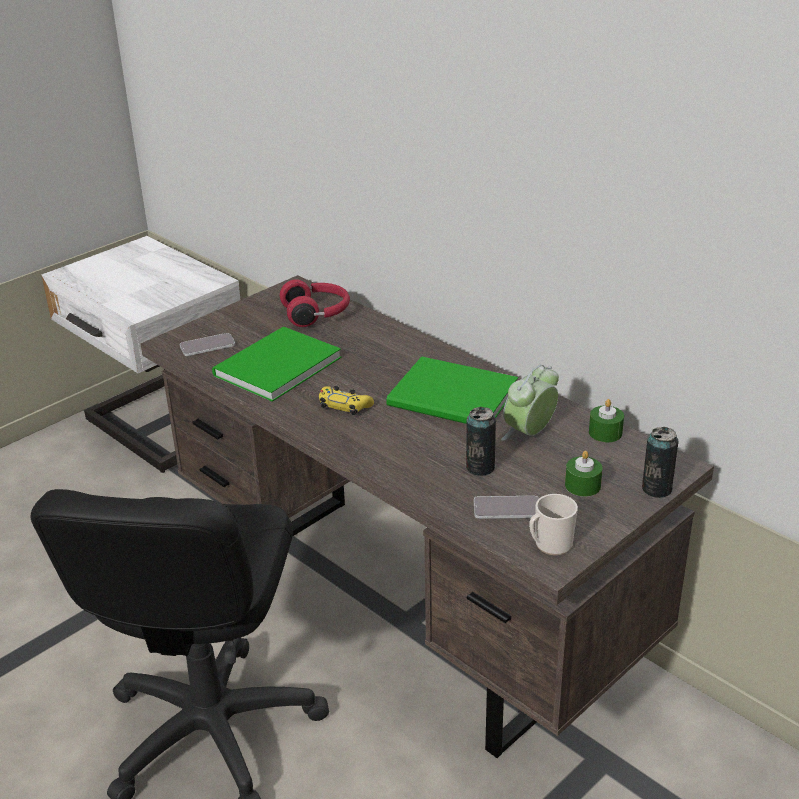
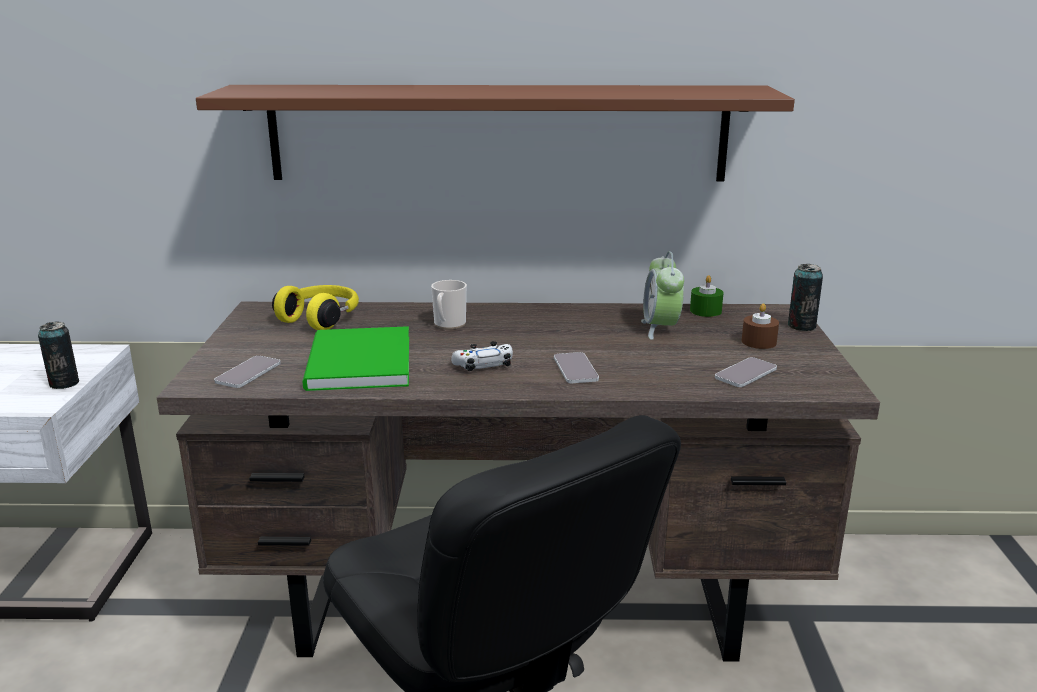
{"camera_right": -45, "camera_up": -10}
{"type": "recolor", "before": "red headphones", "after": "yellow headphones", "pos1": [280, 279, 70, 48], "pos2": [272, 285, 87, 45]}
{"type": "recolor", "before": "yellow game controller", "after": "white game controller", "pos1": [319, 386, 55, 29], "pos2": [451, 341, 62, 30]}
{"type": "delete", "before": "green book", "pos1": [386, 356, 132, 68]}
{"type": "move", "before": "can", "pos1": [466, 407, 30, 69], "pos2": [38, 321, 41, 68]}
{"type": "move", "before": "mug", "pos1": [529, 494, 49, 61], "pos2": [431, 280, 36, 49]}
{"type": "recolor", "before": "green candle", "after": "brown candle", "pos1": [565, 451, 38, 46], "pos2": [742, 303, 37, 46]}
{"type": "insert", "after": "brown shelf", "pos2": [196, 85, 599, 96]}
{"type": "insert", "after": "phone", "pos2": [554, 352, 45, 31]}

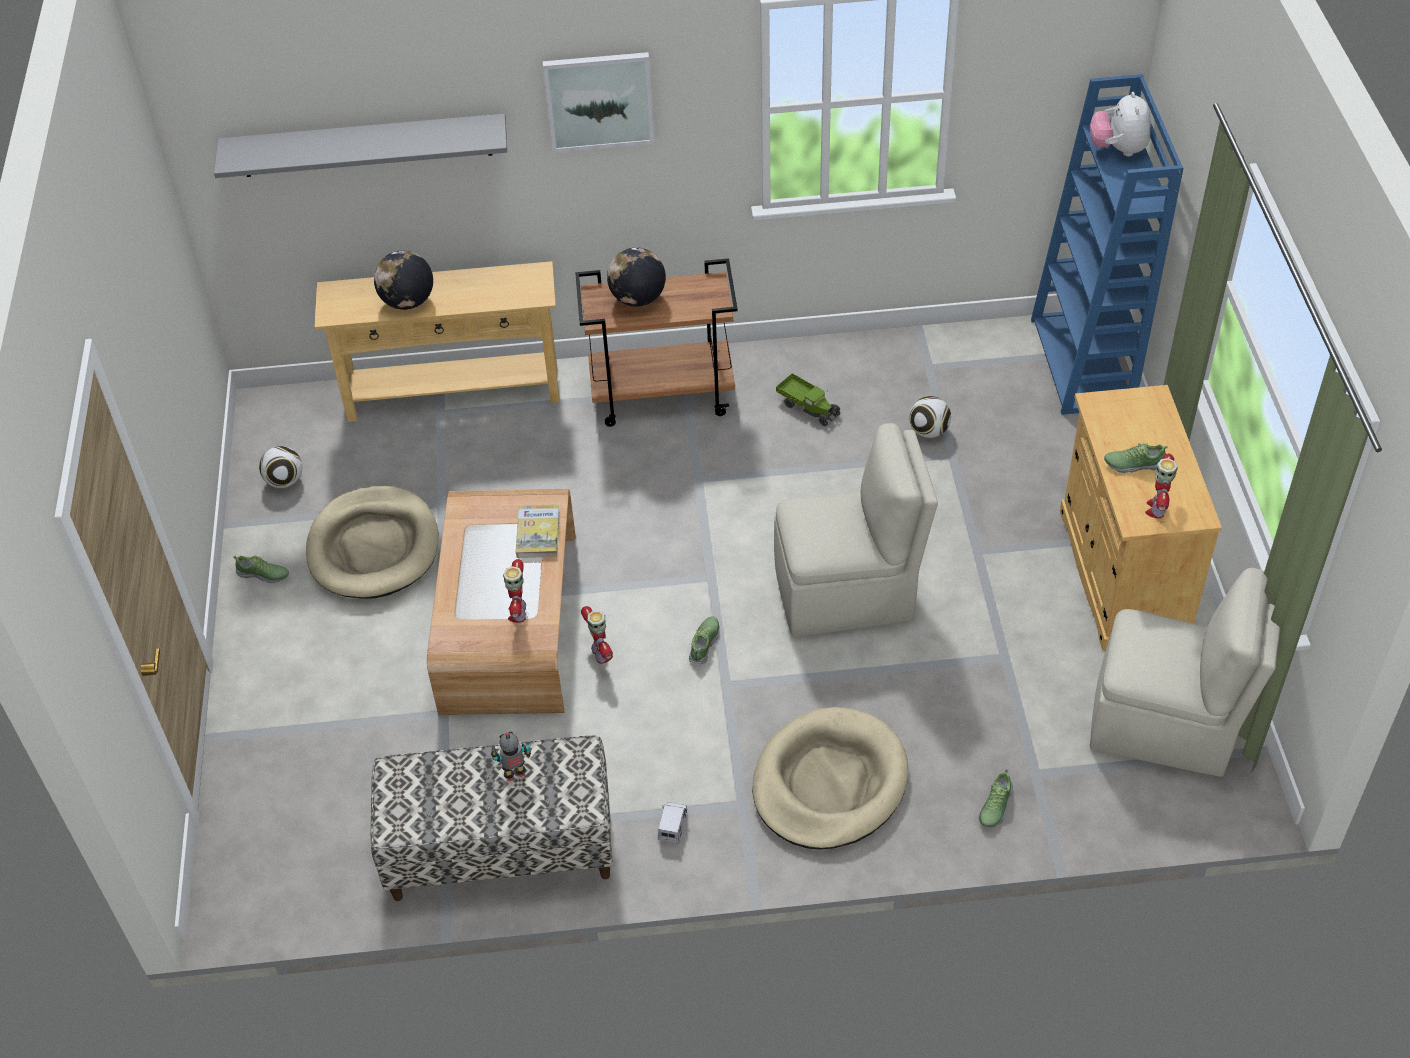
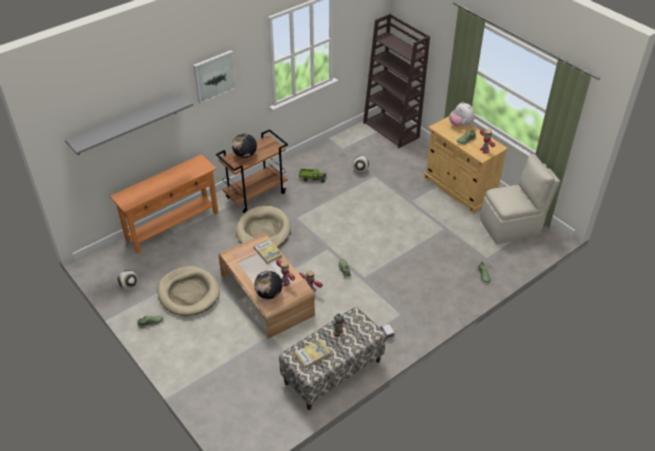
{"camera_right": -35, "camera_up": -5}
{"type": "recolor", "before": "beige console table", "after": "orange console table", "pos1": [314, 261, 246, 161], "pos2": [110, 154, 108, 100]}
{"type": "move", "before": "globe", "pos1": [374, 251, 59, 59], "pos2": [254, 271, 29, 28]}
{"type": "move", "before": "beige dog bed", "pos1": [752, 707, 156, 142], "pos2": [236, 206, 55, 42]}
{"type": "delete", "before": "beige chair", "pos1": [774, 423, 164, 214]}
{"type": "recolor", "before": "blue bookcase", "after": "brown bookcase", "pos1": [1031, 74, 153, 341], "pos2": [363, 14, 67, 134]}
{"type": "move", "before": "plush toy", "pos1": [1090, 92, 61, 64], "pos2": [449, 102, 26, 24]}
{"type": "insert", "after": "book", "pos2": [294, 339, 37, 30]}

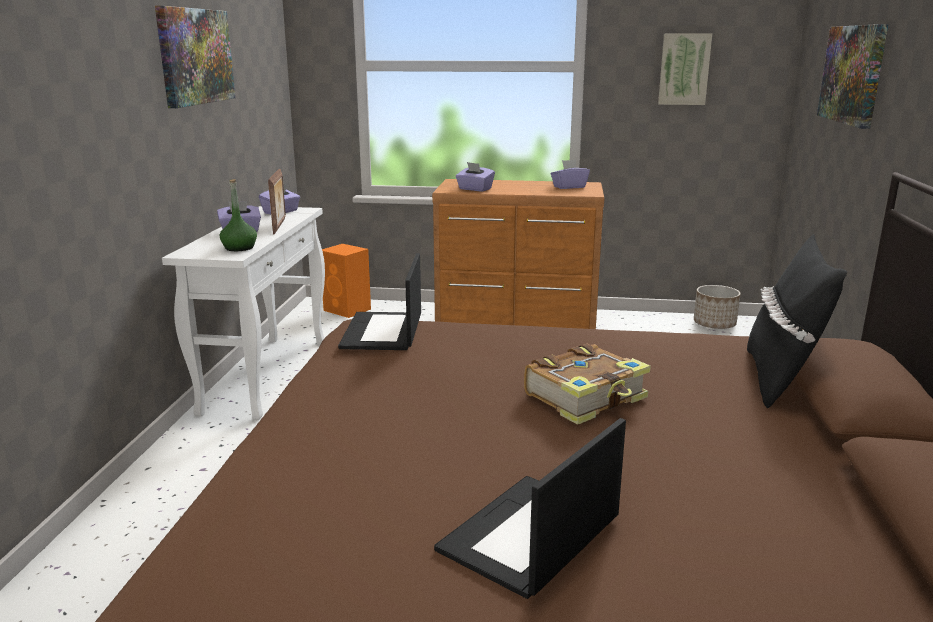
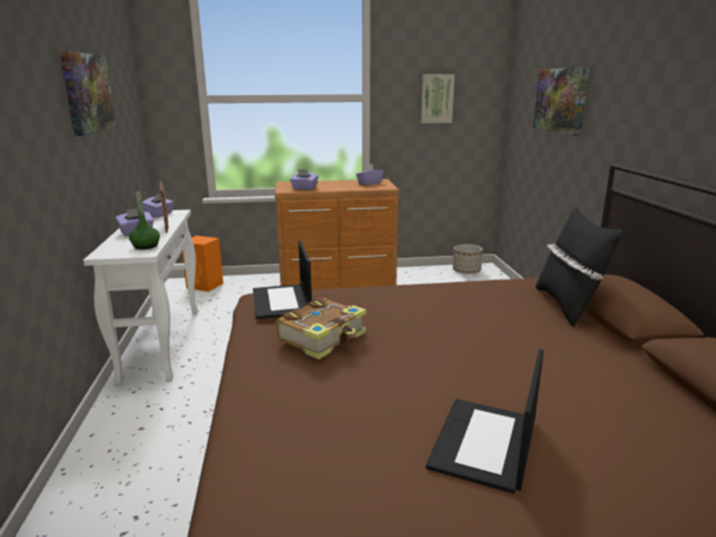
{"camera_right": -15, "camera_up": 0}
{"type": "move", "before": "book", "pos1": [524, 344, 127, 81], "pos2": [276, 298, 90, 61]}

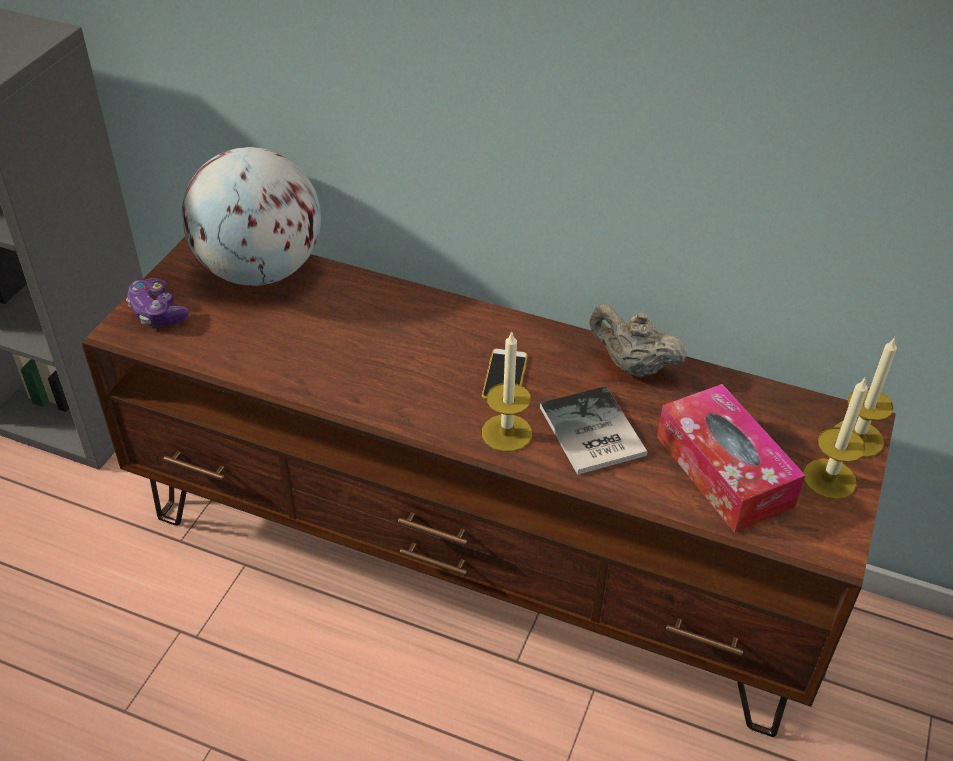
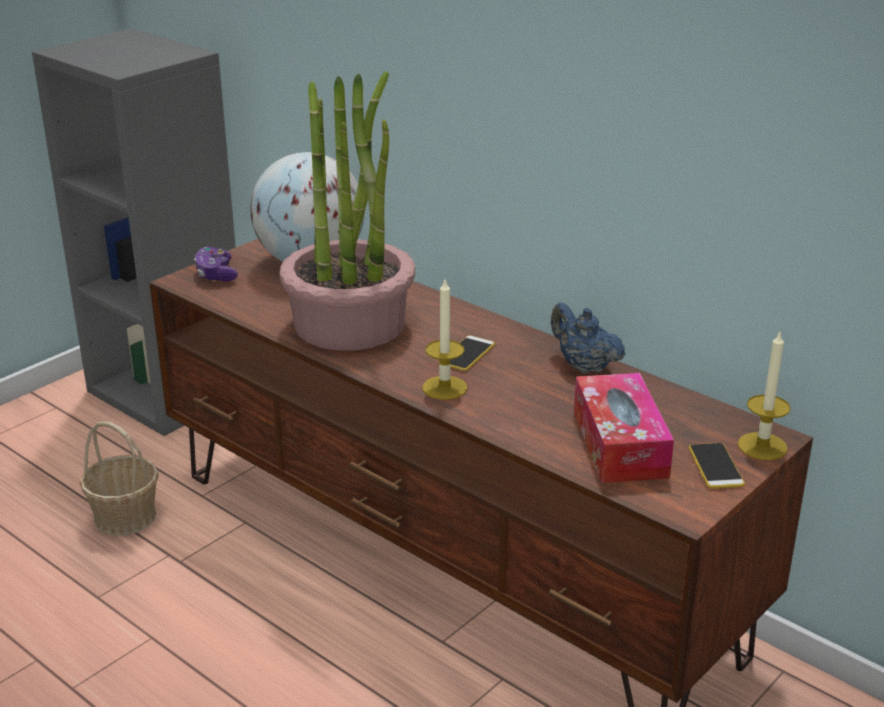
{"camera_right": 20, "camera_up": -15}
{"type": "delete", "before": "book", "pos1": [540, 386, 108, 89]}
{"type": "recolor", "before": "beige teapot", "after": "blue teapot", "pos1": [590, 304, 97, 74], "pos2": [551, 303, 75, 71]}
{"type": "replace", "before": "candle", "after": "phone", "pos1": [803, 378, 65, 121], "pos2": [689, 443, 56, 46]}
{"type": "insert", "after": "basket", "pos2": [80, 421, 79, 115]}
{"type": "insert", "after": "potted plant", "pos2": [280, 71, 135, 279]}

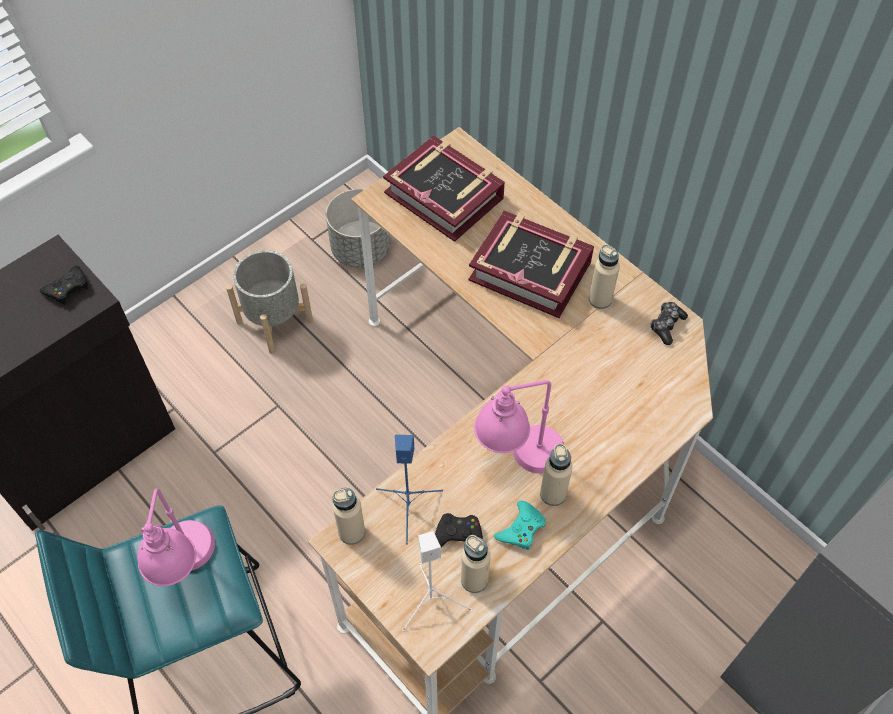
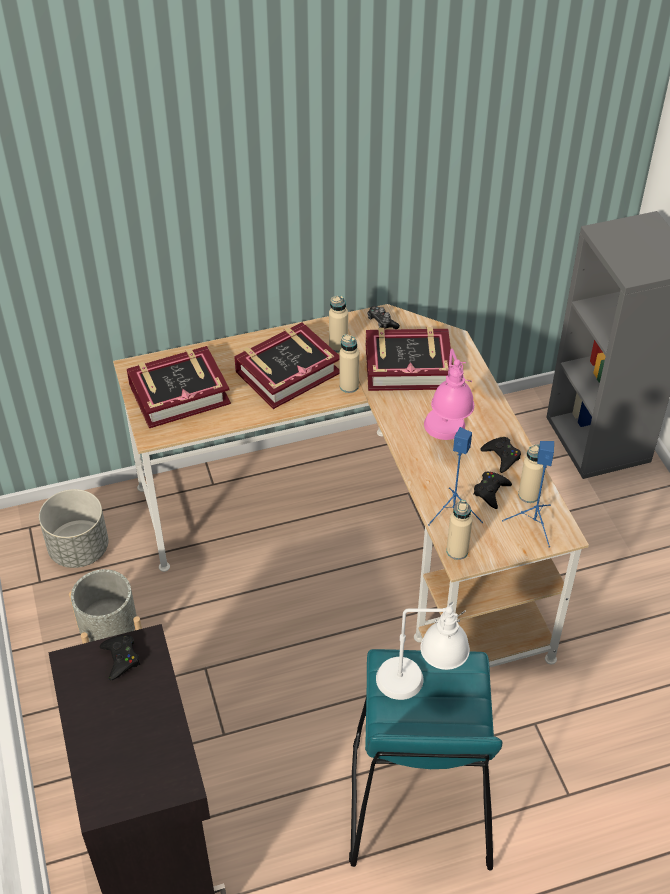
{"camera_right": -65, "camera_up": -10}
{"type": "recolor", "before": "pink table lamp", "after": "white table lamp", "pos1": [137, 489, 78, 97], "pos2": [376, 602, 94, 98]}
{"type": "recolor", "before": "white speaker", "after": "blue speaker", "pos1": [403, 531, 69, 100], "pos2": [502, 441, 52, 107]}
{"type": "recolor", "before": "turquoise game controller", "after": "black game controller", "pos1": [494, 501, 52, 49], "pos2": [480, 437, 41, 36]}
{"type": "move", "before": "beige bottle", "pos1": [540, 444, 33, 62], "pos2": [339, 334, 20, 59]}
{"type": "insert", "after": "book", "pos2": [366, 327, 87, 64]}

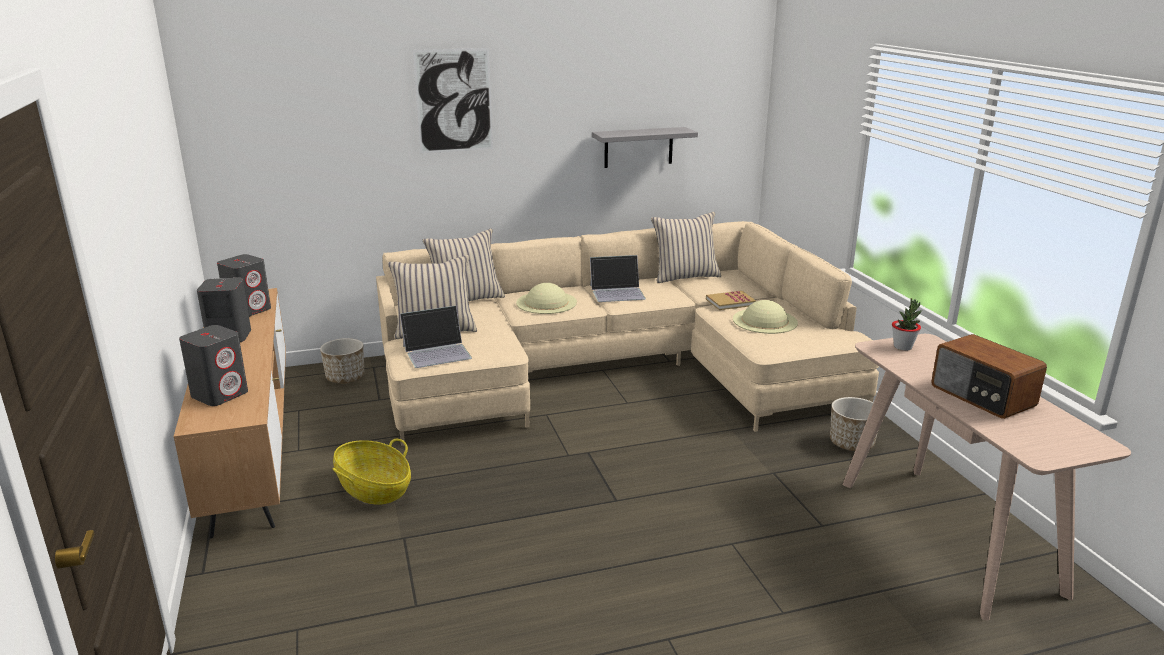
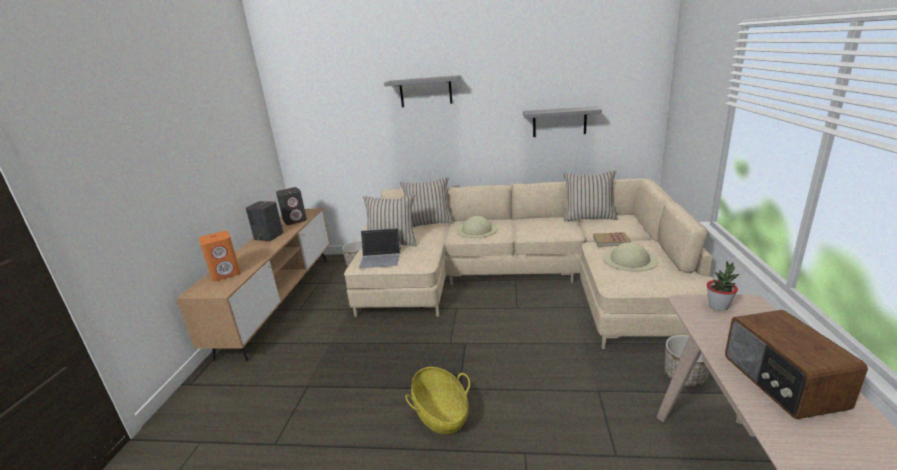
{"camera_right": 25, "camera_up": 0}
{"type": "recolor", "before": "grey speaker", "after": "orange speaker", "pos1": [179, 325, 69, 81], "pos2": [199, 231, 42, 50]}
{"type": "move", "before": "basket", "pos1": [333, 439, 78, 66], "pos2": [405, 367, 65, 67]}
{"type": "replace", "before": "picture", "after": "grey shelf", "pos1": [413, 48, 80, 105], "pos2": [384, 75, 77, 32]}
{"type": "delete", "before": "laptop", "pos1": [590, 255, 56, 47]}

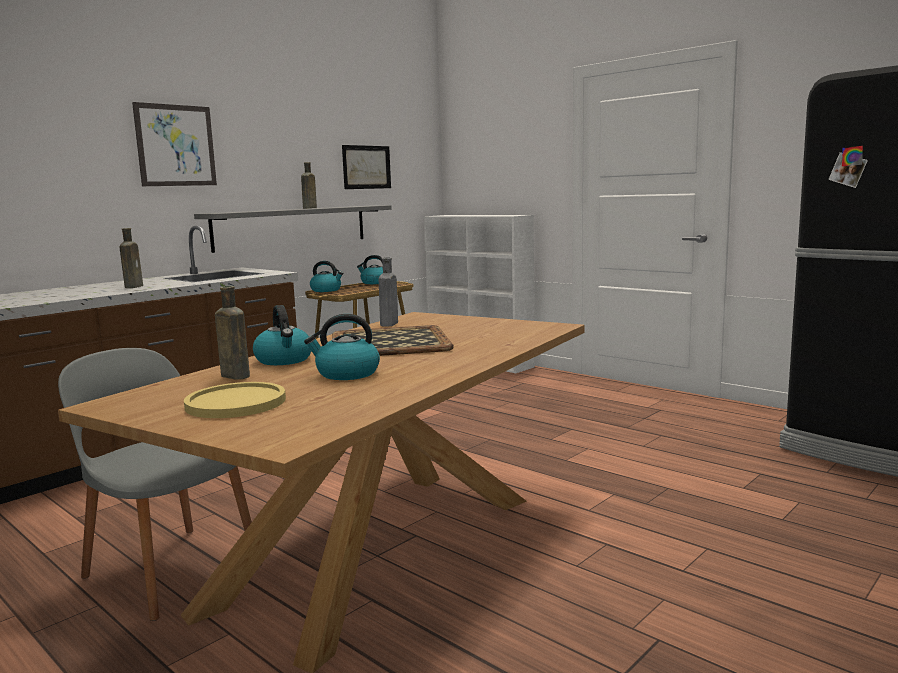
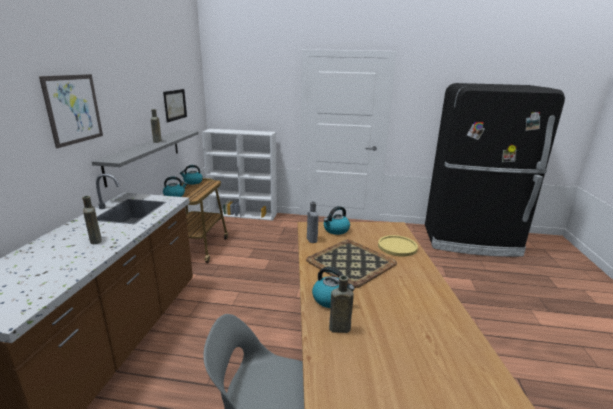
{"camera_right": -35, "camera_up": 10}
{"type": "move", "before": "yellow plate", "pos1": [184, 382, 102, 36], "pos2": [378, 235, 40, 22]}
{"type": "move", "before": "kettle", "pos1": [304, 314, 76, 66], "pos2": [324, 206, 26, 29]}

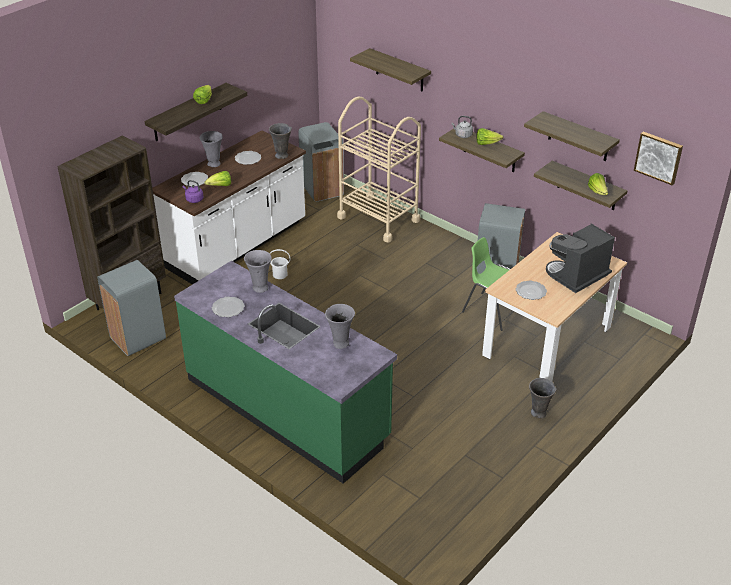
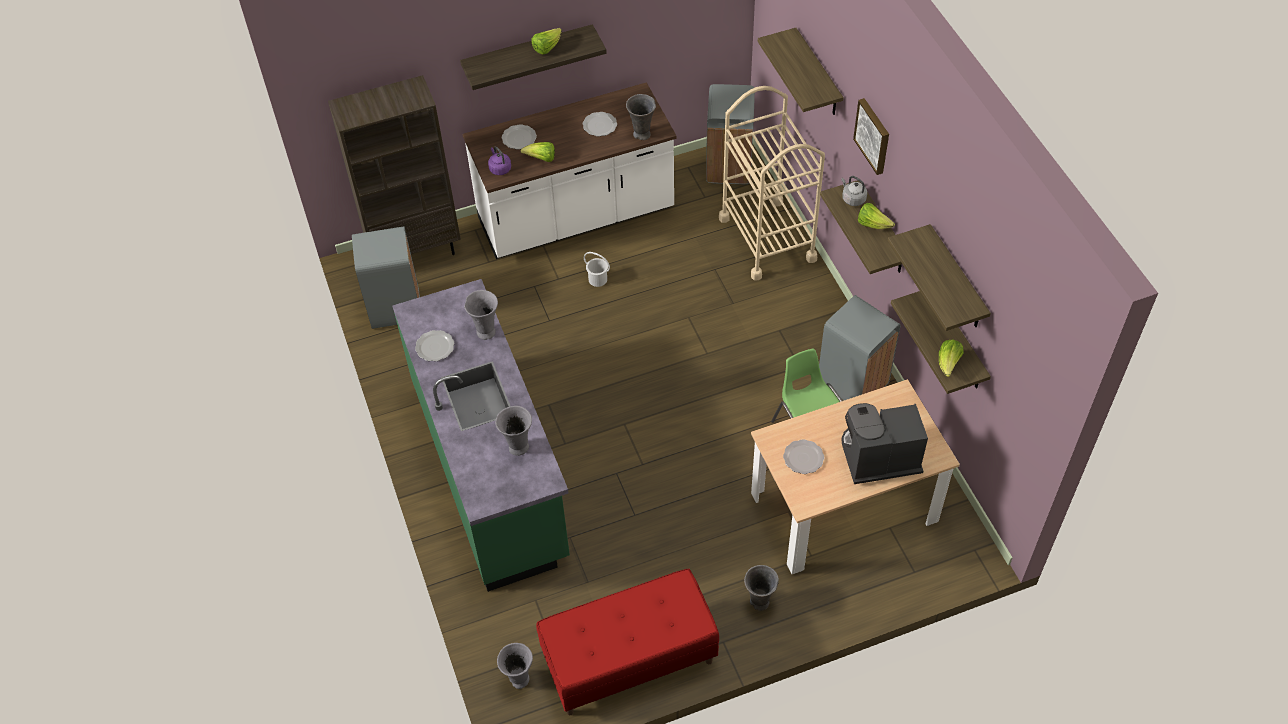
{"camera_right": 30, "camera_up": 15}
{"type": "move", "before": "grey vase", "pos1": [200, 131, 22, 36], "pos2": [497, 643, 36, 46]}
{"type": "move", "before": "picture", "pos1": [634, 132, 49, 53], "pos2": [853, 98, 36, 77]}
{"type": "insert", "after": "red bench", "pos2": [536, 569, 183, 146]}

